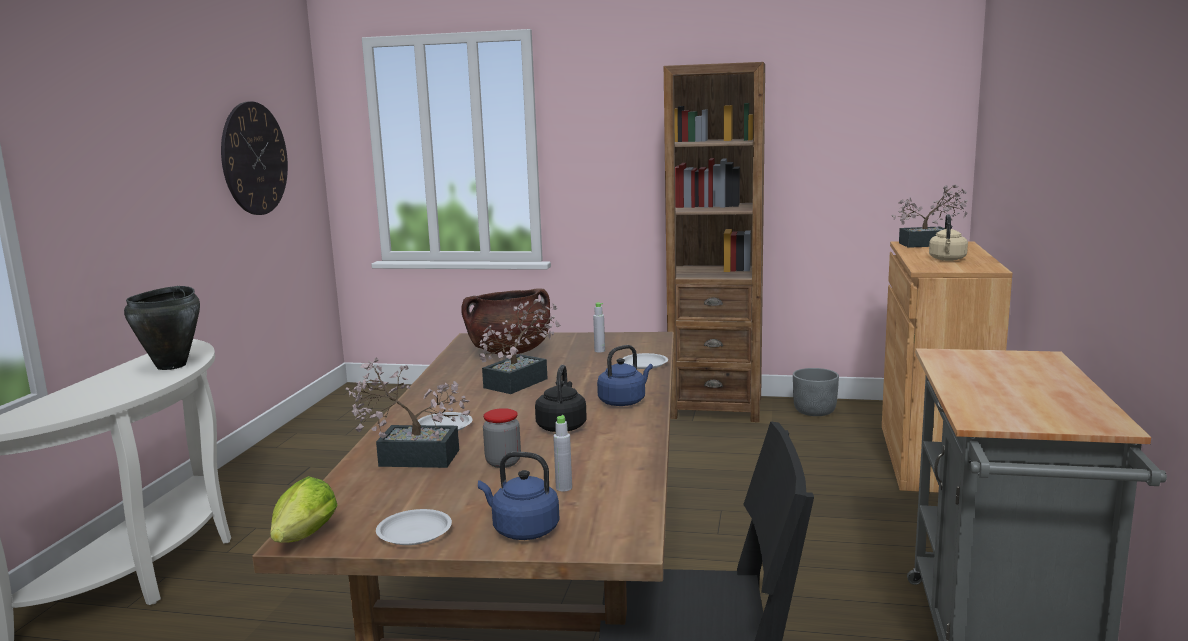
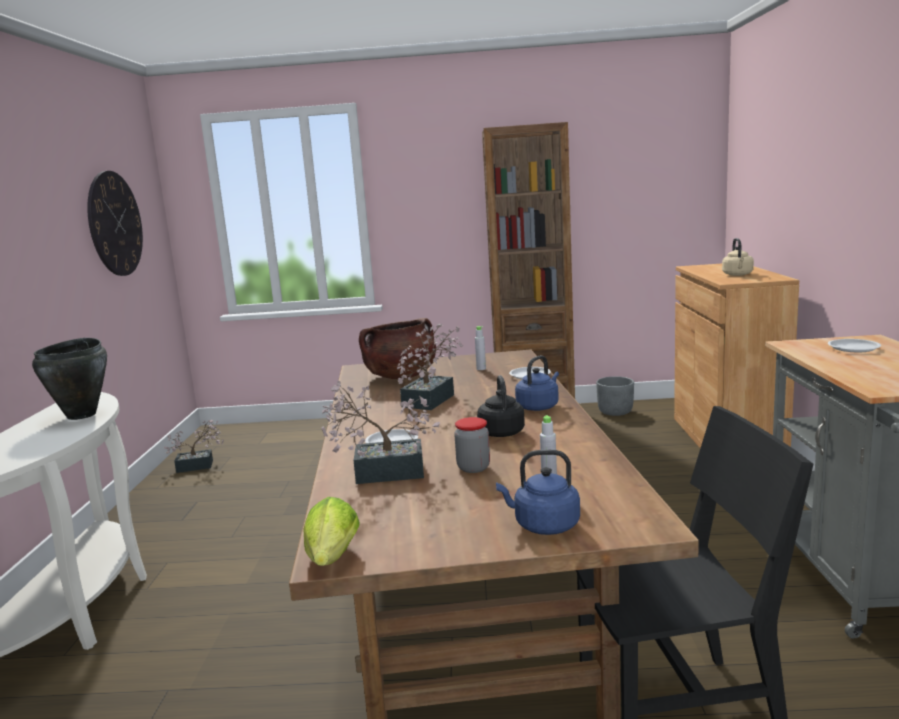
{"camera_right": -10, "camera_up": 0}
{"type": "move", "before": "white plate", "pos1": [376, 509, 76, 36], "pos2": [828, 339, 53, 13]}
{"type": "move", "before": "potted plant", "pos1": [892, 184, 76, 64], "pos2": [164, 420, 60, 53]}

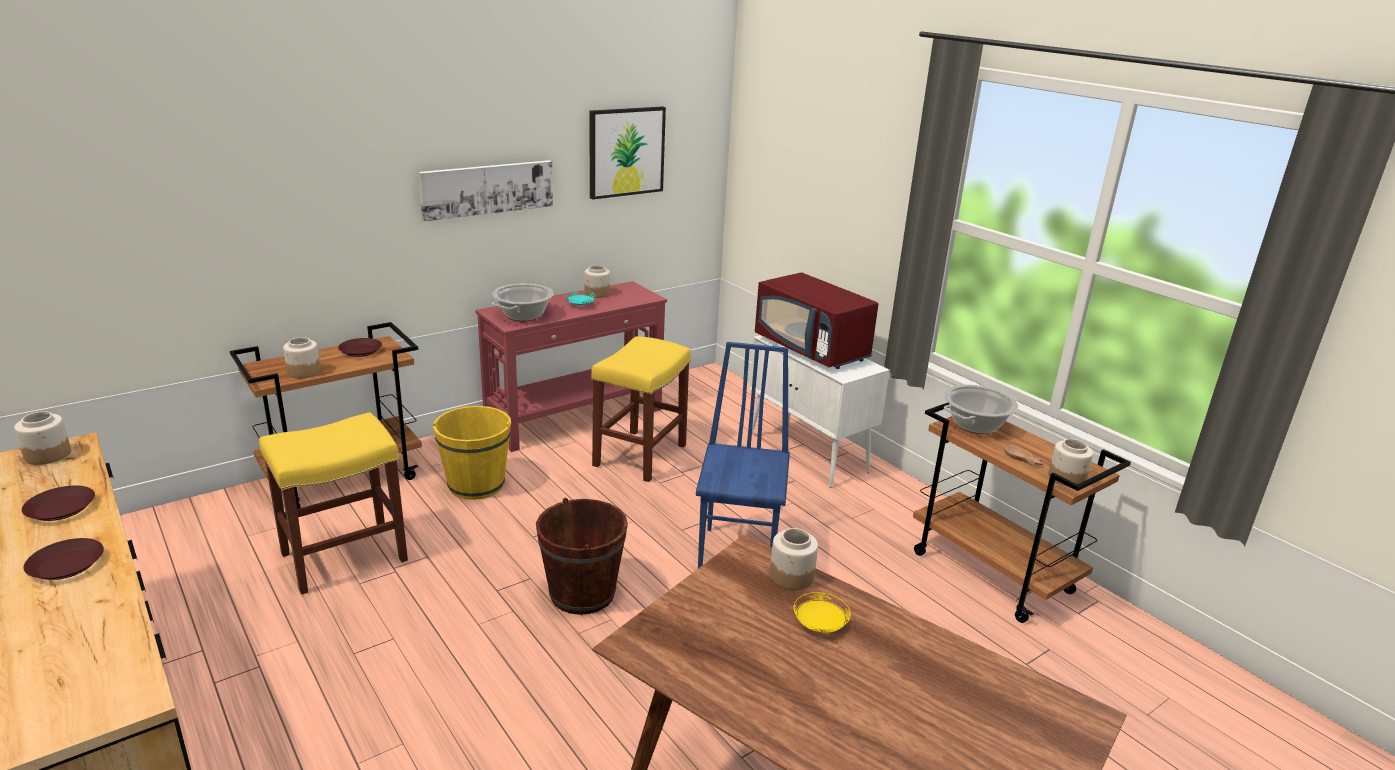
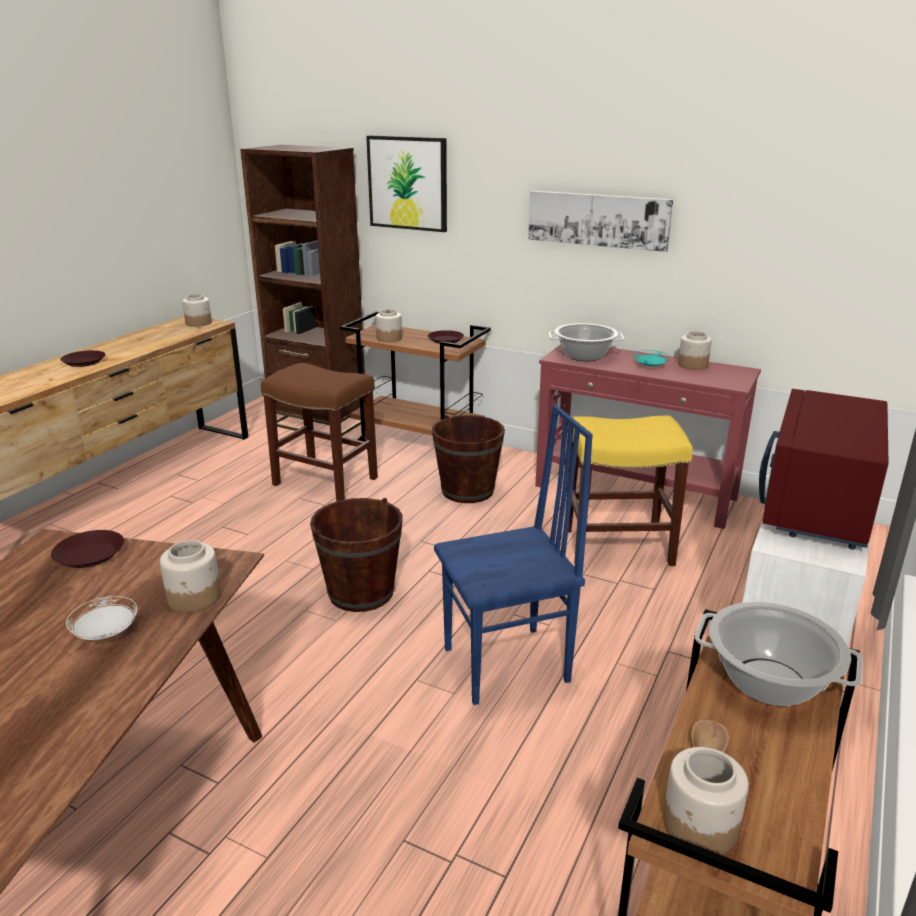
{"camera_right": 65, "camera_up": 0}
{"type": "move", "before": "brown plate", "pos1": [22, 486, 73, 35], "pos2": [51, 530, 73, 38]}
{"type": "recolor", "before": "yellow stool", "after": "brown stool", "pos1": [259, 412, 149, 183], "pos2": [261, 363, 117, 139]}
{"type": "recolor", "before": "yellow bucket", "after": "brown bucket", "pos1": [433, 406, 78, 94], "pos2": [432, 415, 73, 88]}
{"type": "move", "before": "picture", "pos1": [590, 106, 76, 94], "pos2": [366, 136, 81, 96]}
{"type": "recolor", "before": "yellow plate", "after": "white plate", "pos1": [794, 592, 57, 41], "pos2": [66, 596, 71, 44]}
{"type": "insert", "after": "brown bookcase", "pos2": [240, 145, 125, 291]}

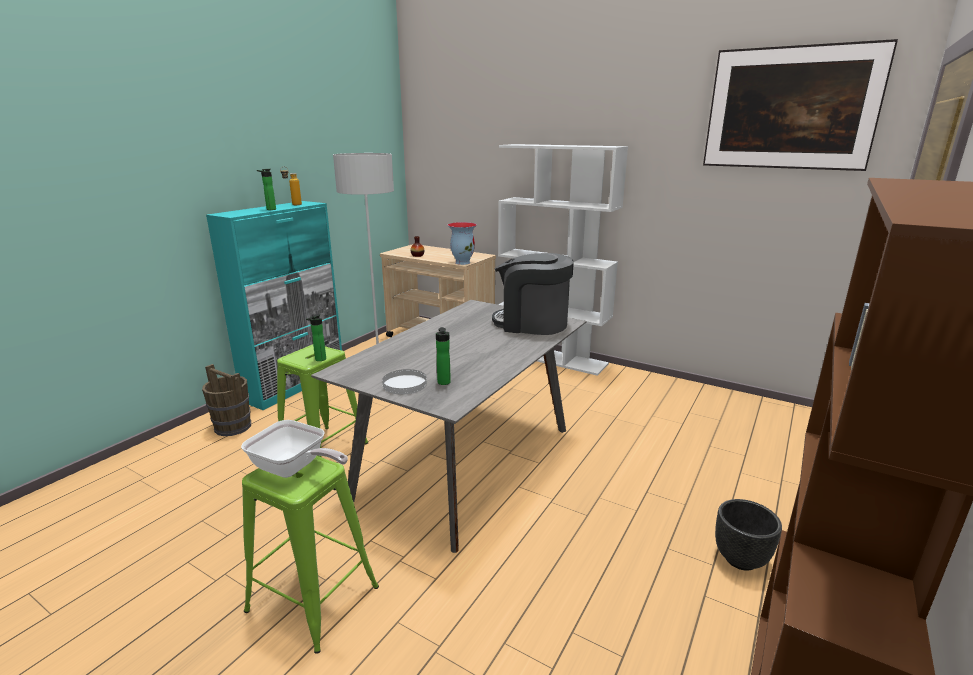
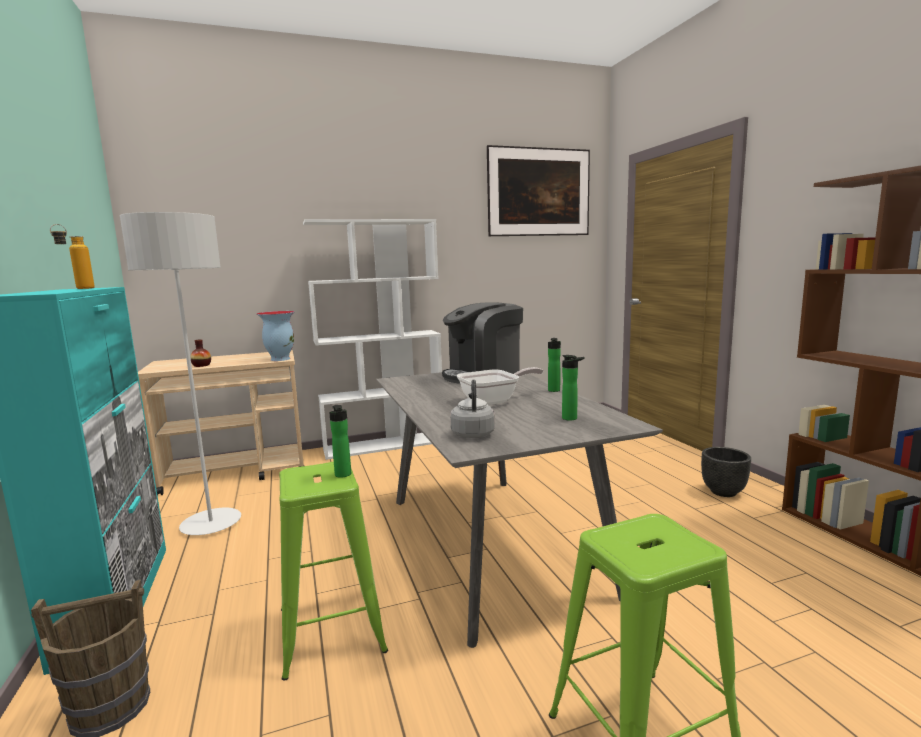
{"camera_right": -50, "camera_up": -10}
{"type": "move", "before": "frying pan", "pos1": [241, 420, 107, 58], "pos2": [457, 367, 86, 38]}
{"type": "move", "before": "bottle", "pos1": [257, 169, 19, 41], "pos2": [548, 338, 13, 54]}
{"type": "delete", "before": "white plate", "pos1": [382, 369, 45, 26]}
{"type": "insert", "after": "grey kettle", "pos2": [450, 380, 45, 58]}

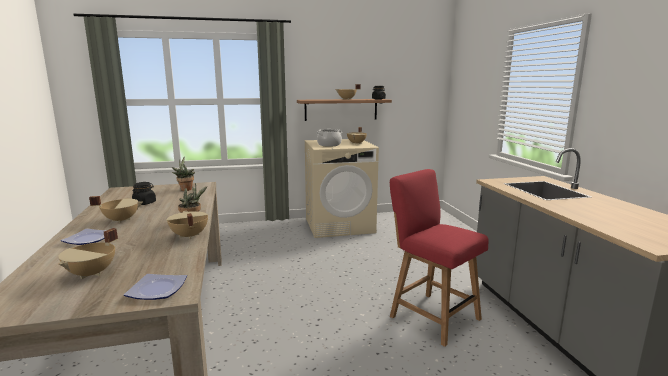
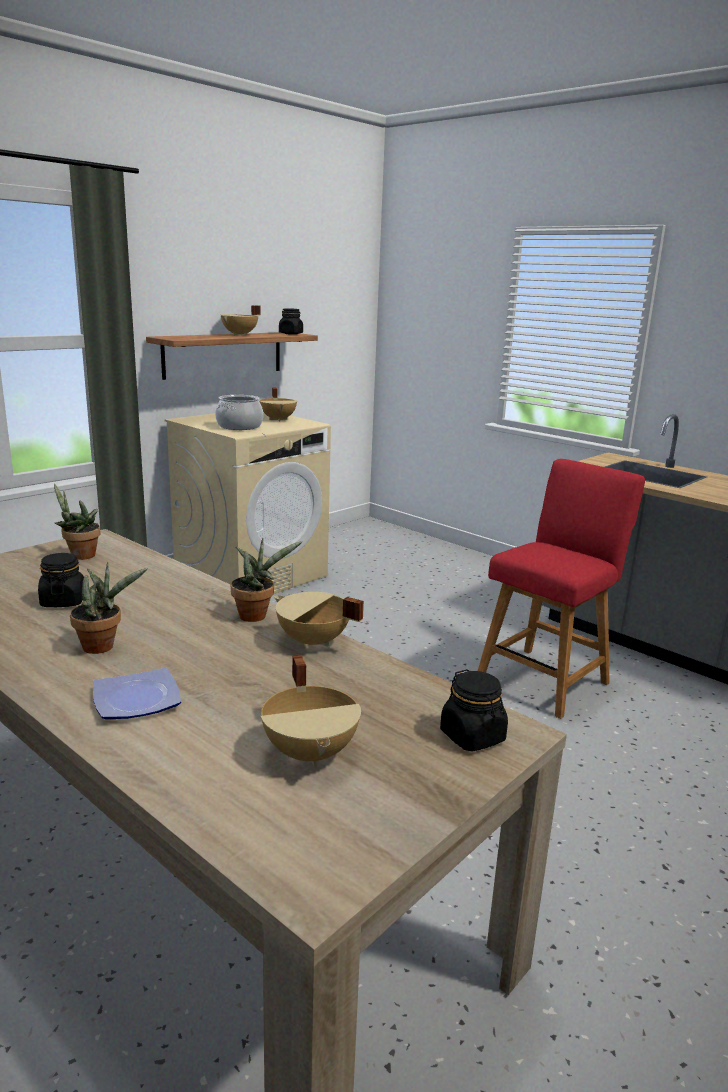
{"camera_right": -35, "camera_up": 5}
{"type": "replace", "before": "beige cooking pot", "after": "potted plant", "pos1": [89, 196, 54, 27], "pos2": [70, 562, 78, 92]}
{"type": "replace", "before": "plate", "after": "black jar", "pos1": [124, 274, 63, 26], "pos2": [440, 669, 68, 83]}
{"type": "rotate", "before": "red chair", "pos1": [390, 169, 99, 178], "pos2": [478, 459, 167, 260], "turn": 120}

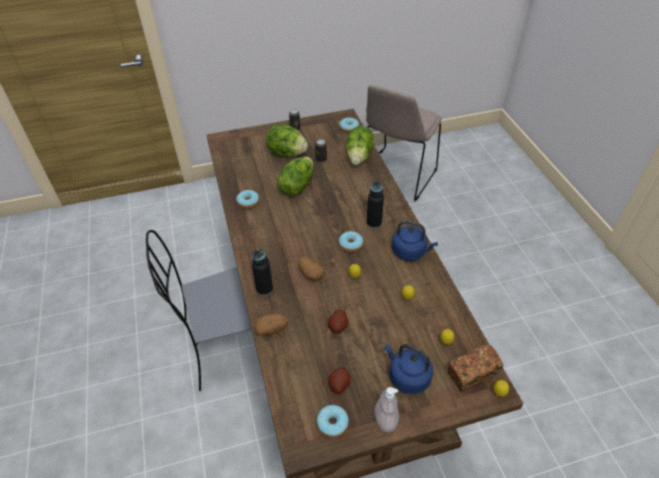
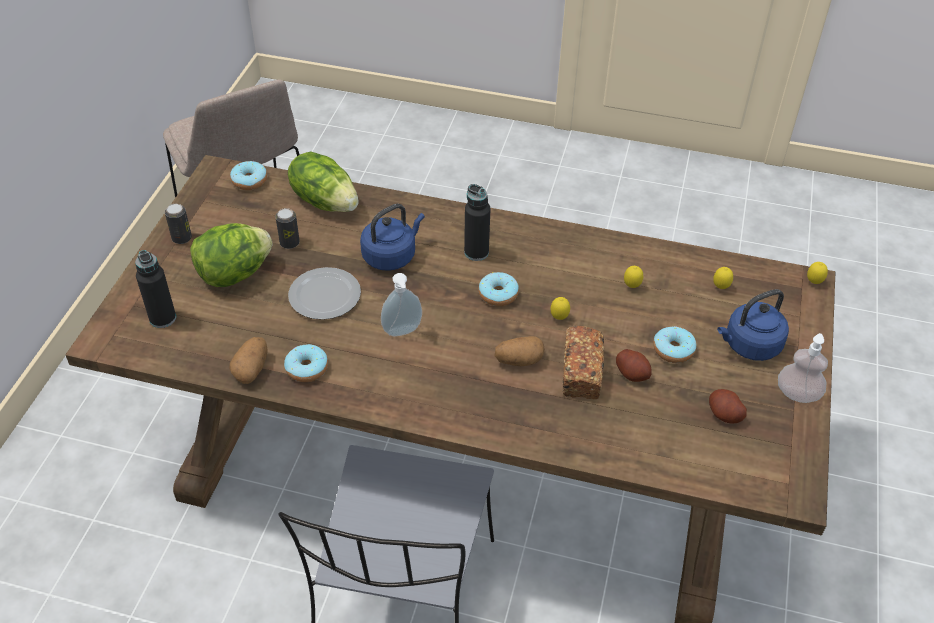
{"camera_right": -60, "camera_up": 0}
{"type": "move", "before": "black bottle", "pos1": [252, 248, 21, 48], "pos2": [135, 250, 41, 78]}
{"type": "move", "before": "potato", "pos1": [254, 314, 34, 22], "pos2": [229, 337, 38, 47]}
{"type": "replace", "before": "lettuce", "after": "plate", "pos1": [277, 157, 37, 39], "pos2": [288, 267, 73, 53]}
{"type": "move", "before": "donut", "pos1": [317, 405, 32, 33], "pos2": [653, 326, 43, 37]}
{"type": "move", "before": "blue kettle", "pos1": [392, 221, 46, 40], "pos2": [360, 204, 65, 67]}
{"type": "move", "before": "bread", "pos1": [447, 344, 56, 47], "pos2": [563, 326, 41, 73]}
{"type": "insert", "after": "soap dispenser", "pos2": [381, 273, 41, 63]}

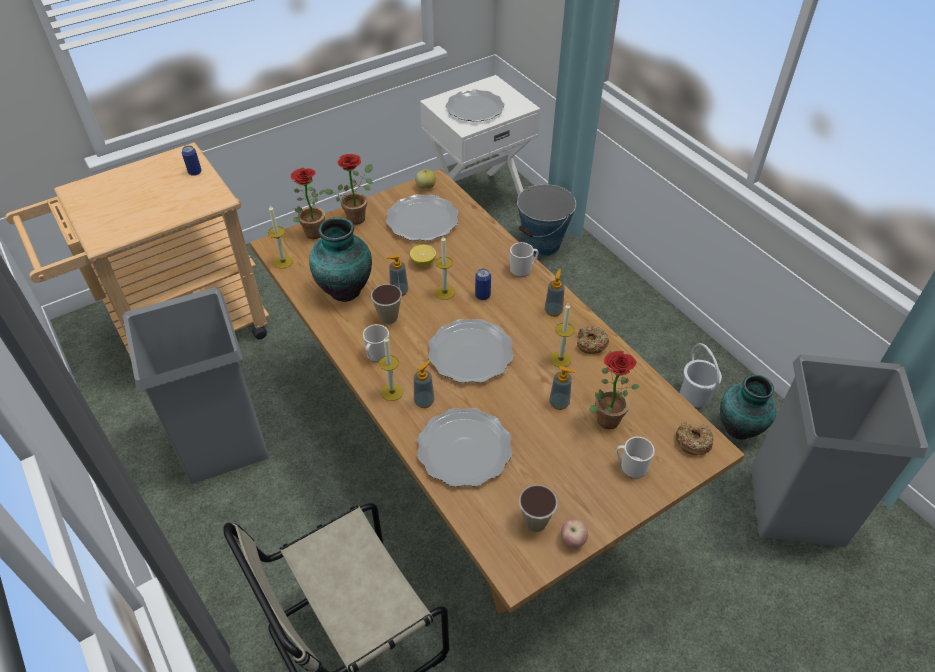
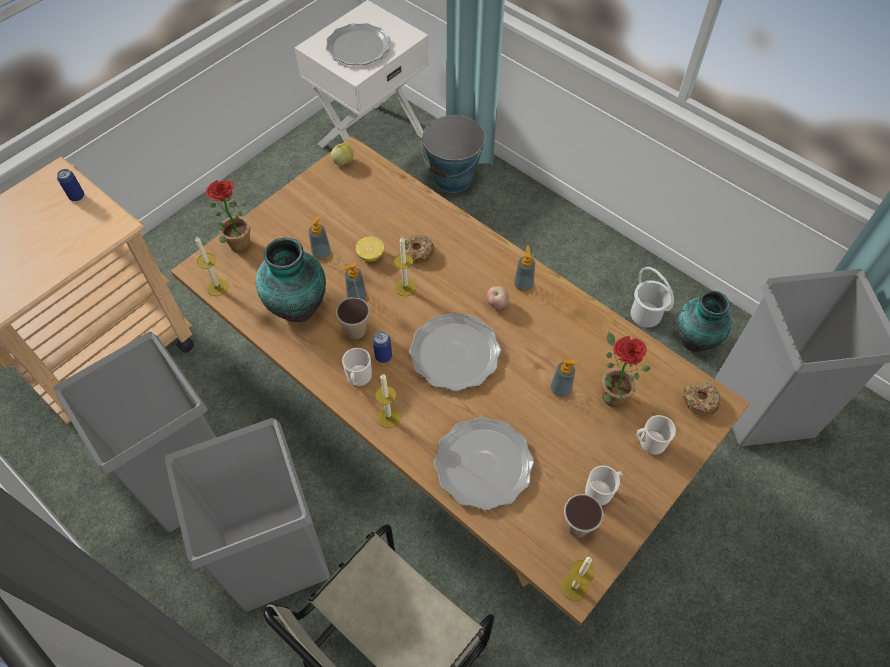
{"camera_right": -15, "camera_up": 10}
{"type": "delete", "before": "potted plant", "pos1": [324, 154, 49, 71]}
{"type": "delete", "before": "plate", "pos1": [386, 194, 73, 47]}
{"type": "move", "before": "soap dispenser", "pos1": [414, 360, 21, 48], "pos2": [309, 214, 22, 46]}
{"type": "move", "before": "can", "pos1": [475, 268, 16, 32], "pos2": [372, 331, 20, 32]}
{"type": "move", "before": "mug", "pos1": [510, 242, 29, 35], "pos2": [585, 465, 38, 41]}
{"type": "move", "before": "candle", "pos1": [550, 302, 24, 65], "pos2": [561, 557, 34, 44]}
{"type": "move", "before": "apple", "pos1": [561, 519, 27, 29], "pos2": [486, 286, 23, 23]}
{"type": "move", "before": "donut", "pos1": [577, 326, 32, 28], "pos2": [405, 235, 30, 28]}
{"type": "insert", "after": "grey trash can", "pos2": [164, 418, 166, 194]}

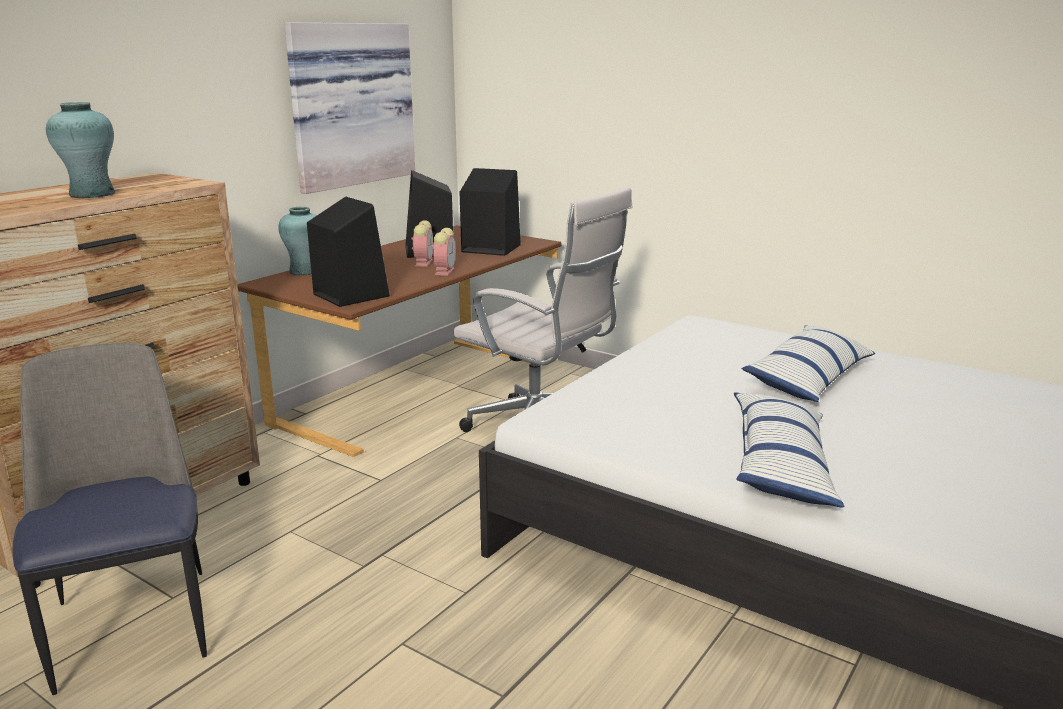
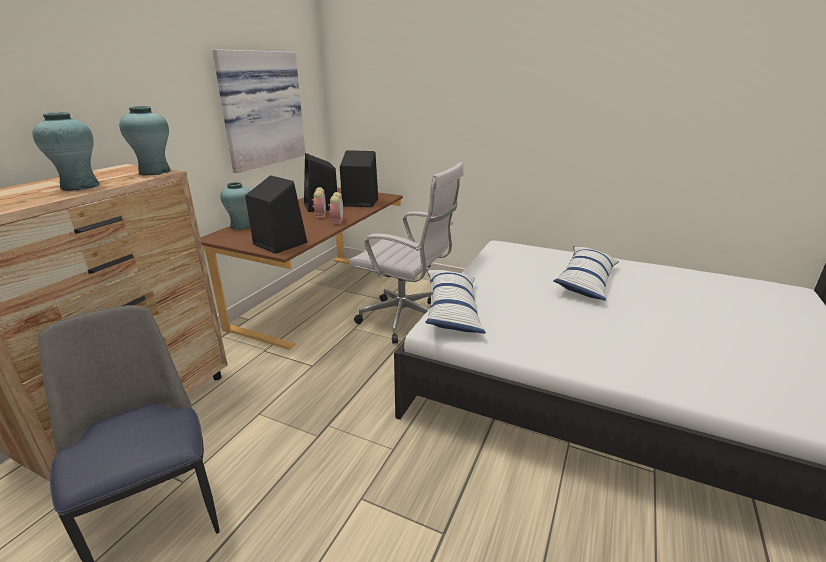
{"camera_right": -10, "camera_up": 5}
{"type": "move", "before": "pillow", "pos1": [734, 392, 110, 116], "pos2": [425, 269, 61, 64]}
{"type": "insert", "after": "turquoise vase", "pos2": [119, 106, 52, 69]}

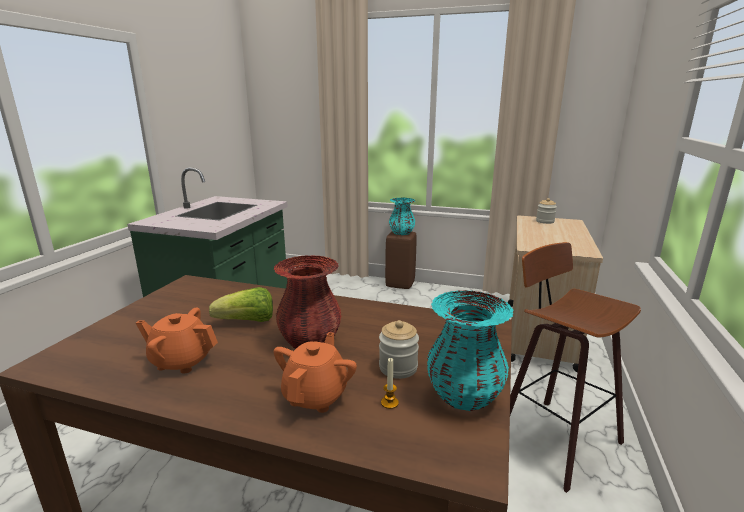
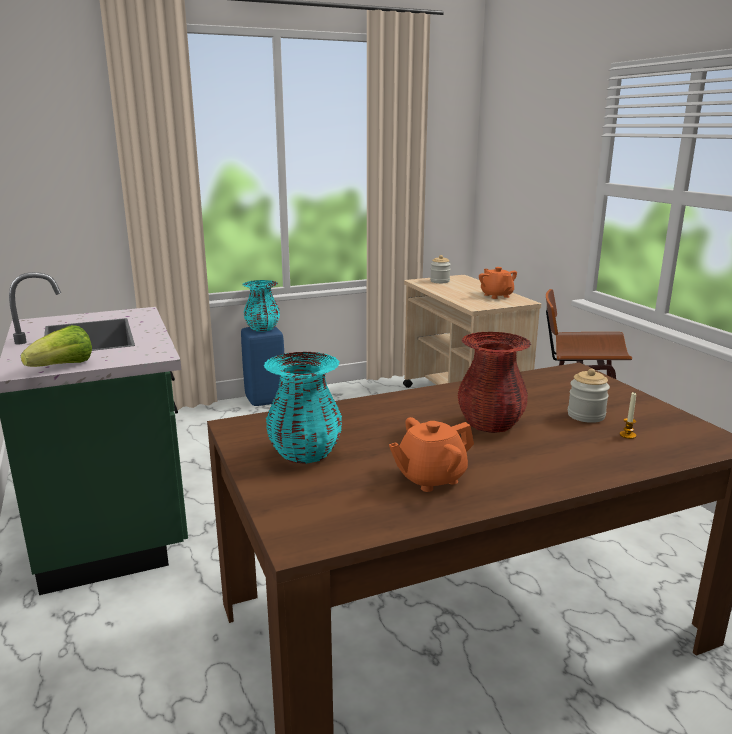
{"camera_right": -40, "camera_up": 0}
{"type": "move", "before": "lettuce", "pos1": [209, 287, 64, 35], "pos2": [21, 325, 71, 42]}
{"type": "move", "before": "orange teapot", "pos1": [274, 332, 83, 81], "pos2": [479, 267, 38, 32]}
{"type": "recolor", "before": "brown stool", "after": "blue stool", "pos1": [385, 231, 31, 58], "pos2": [241, 326, 43, 80]}
{"type": "move", "before": "turquoise vase", "pos1": [427, 290, 87, 121], "pos2": [264, 352, 78, 112]}

